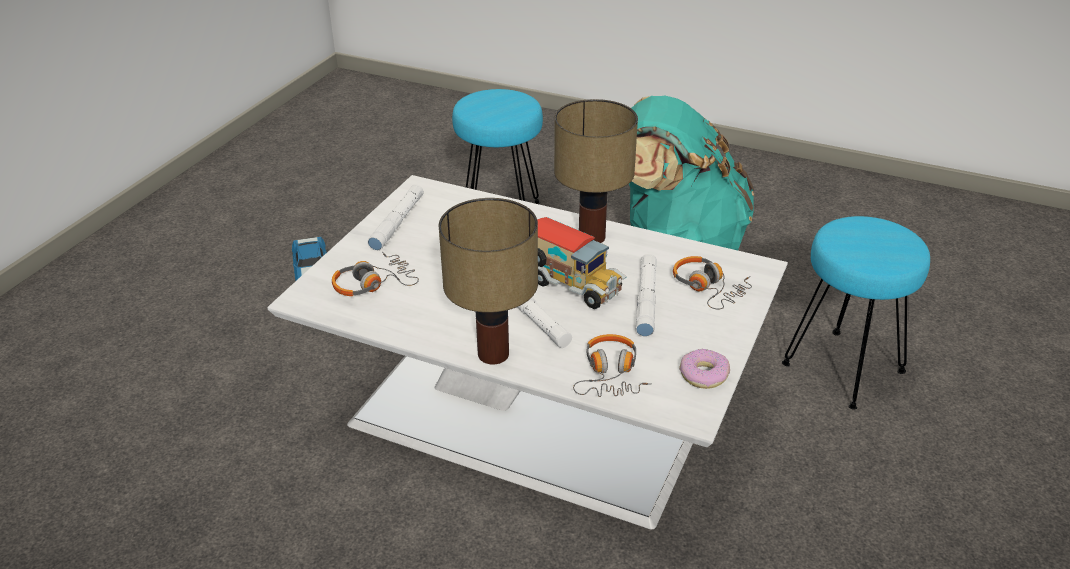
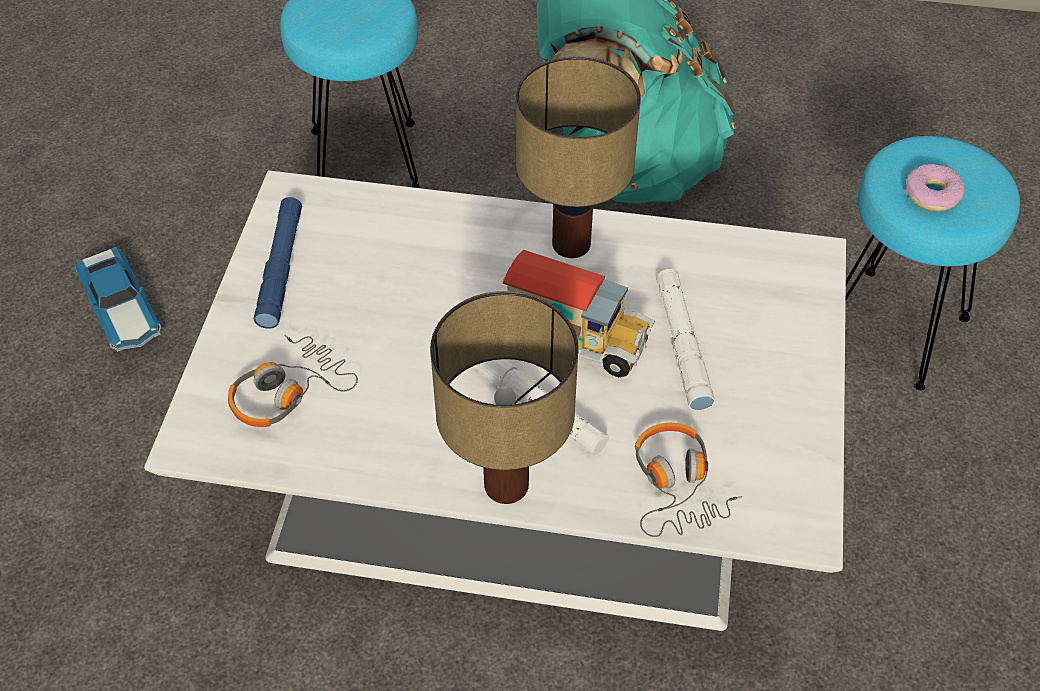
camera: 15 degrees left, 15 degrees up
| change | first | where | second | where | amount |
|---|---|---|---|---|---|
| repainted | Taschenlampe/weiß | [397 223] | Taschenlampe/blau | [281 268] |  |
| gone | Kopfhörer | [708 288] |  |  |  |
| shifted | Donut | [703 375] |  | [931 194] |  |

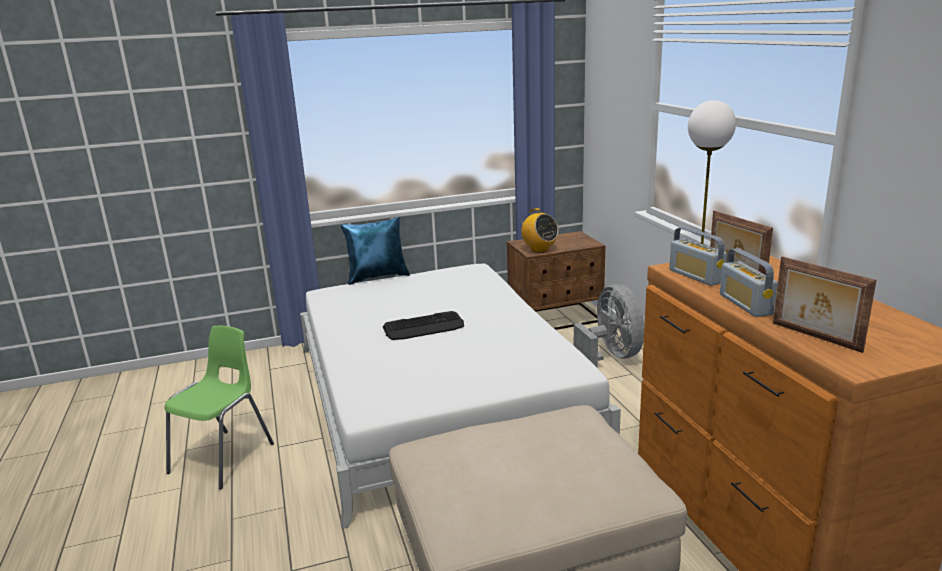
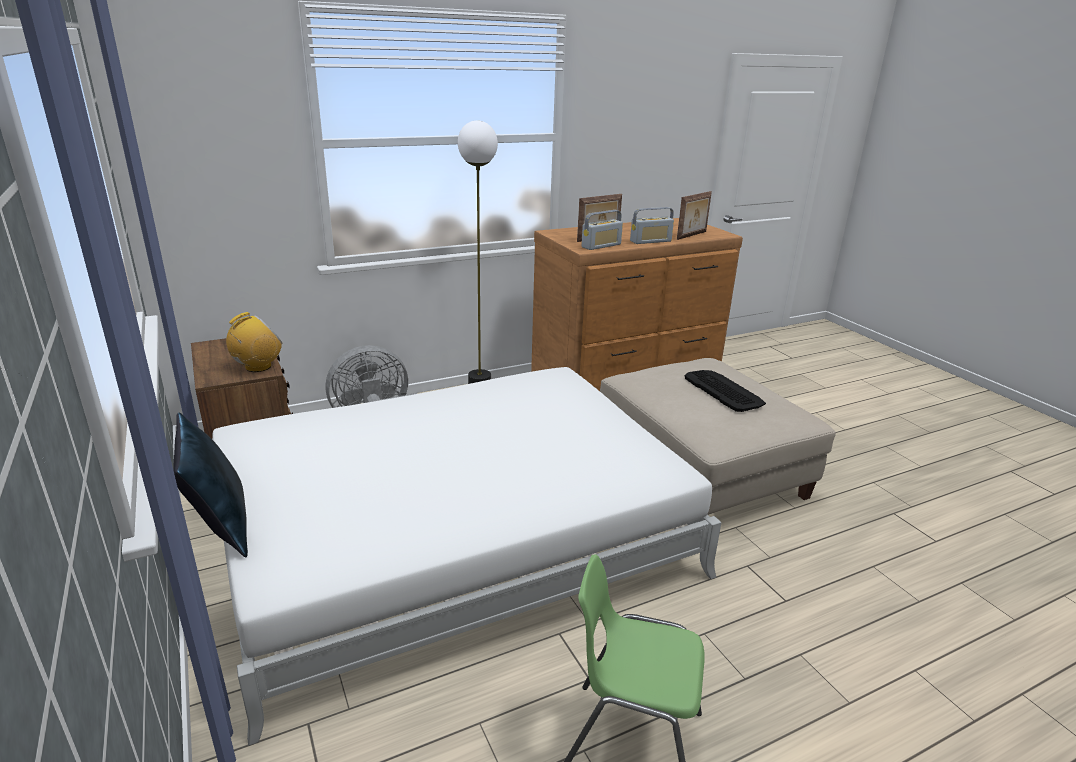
camera: 100 degrees left, 5 degrees up
| change | first | where | second | where | amount |
|---|---|---|---|---|---|
| shifted | Tastatur | [424 327] |  | [723 390] |  |

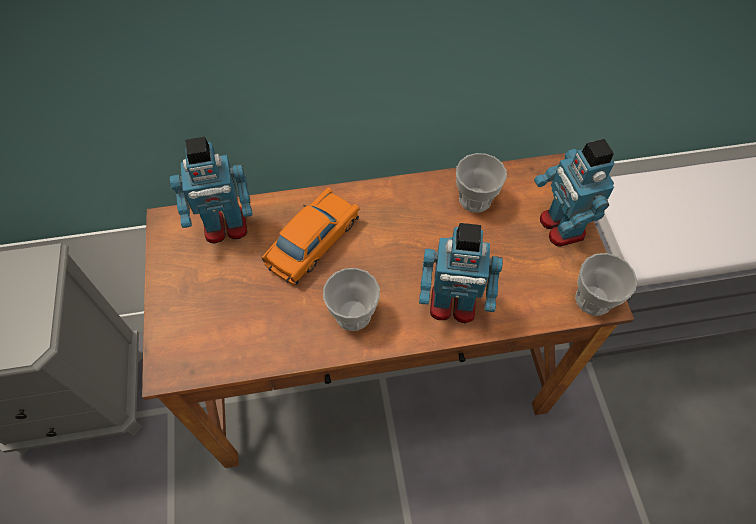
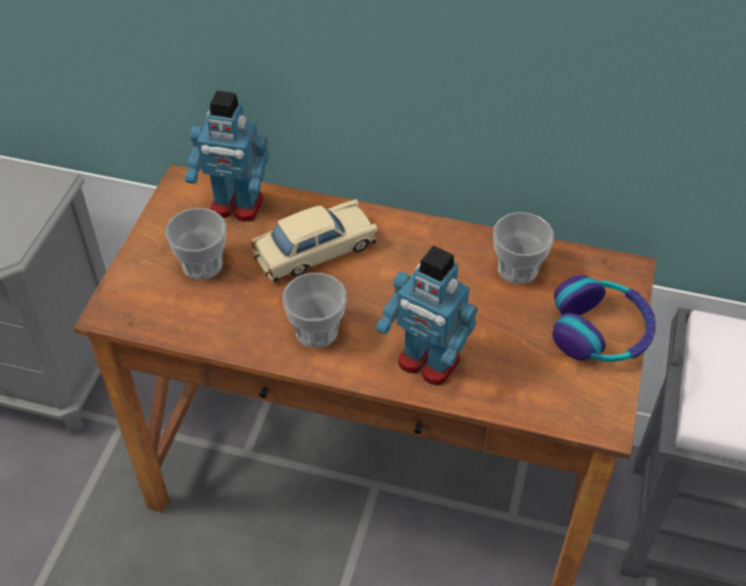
camera: 25 degrees right, 10 degrees down
| change | first | where | second | where | amount |
|---|---|---|---|---|---|
| repainted | Spielzeugauto/orange | [312 242] | Spielzeugauto/beige | [315 250] |  |
| swapped | Spielzeugroboter | [560 227] | Kopfhörer | [600 331] |  |
| shifted | Tasse | [593 299] |  | [202 265] |  |

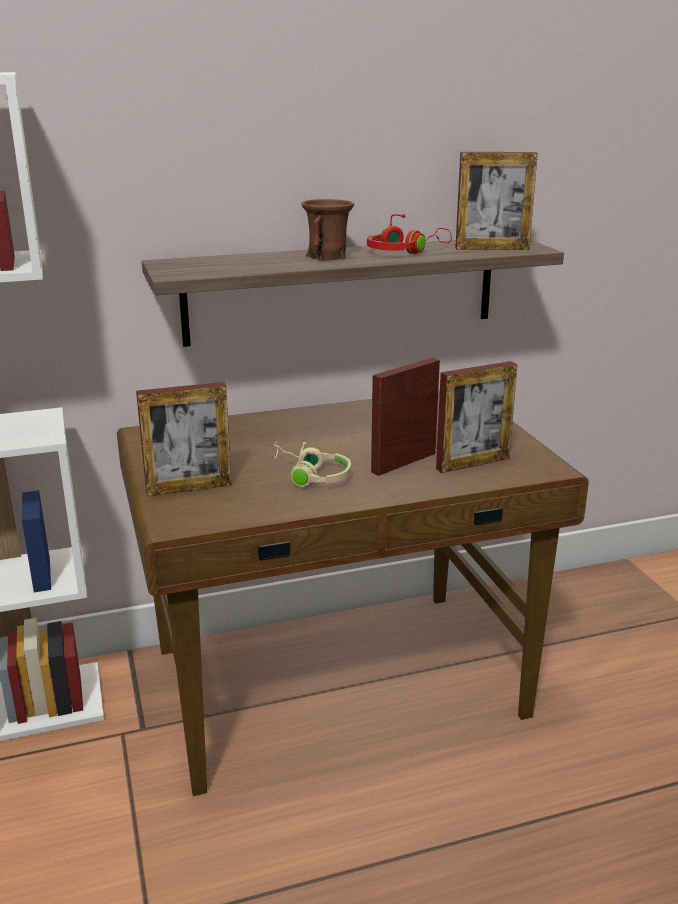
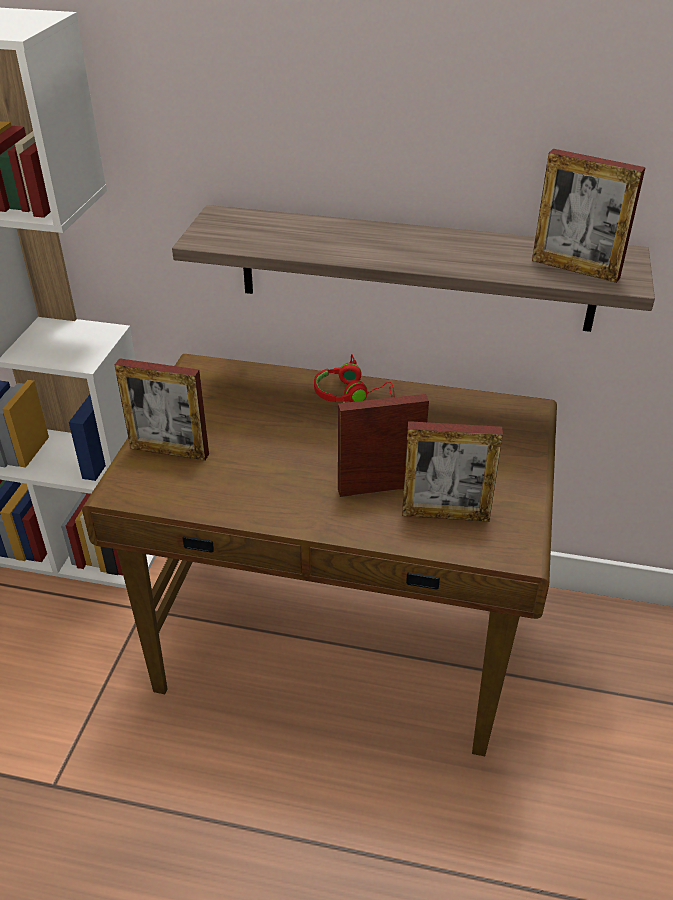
camera: 30 degrees right, 15 degrees up
| change | first | where | second | where | amount |
|---|---|---|---|---|---|
| gone | Kopfhörer/beige | [310 476] |  |  |  |
| gone | Henkelbecher/braun | [328 257] |  |  |  |
| shifted | Kopfhörer/rot | [404 252] |  | [351 394] |  |

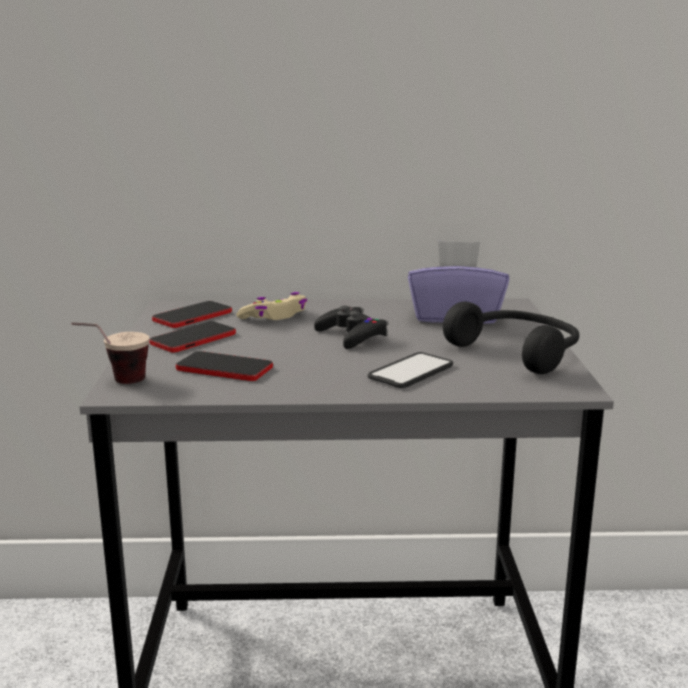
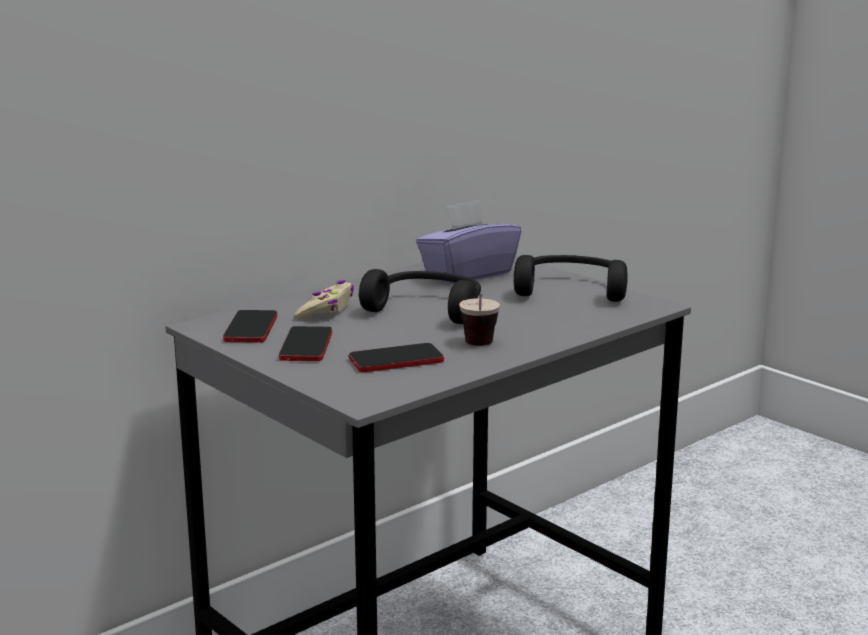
camera: 40 degrees left, 0 degrees up
| change | first | where | second | where | amount |
|---|---|---|---|---|---|
| shifted | Tasse | [114 384] |  | [479 348] |  |
| swapped | Gamepad/schwarz | [351 335] | Kopfhörer/schwarz | [427 309] |  |
| gone | Handy | [411 372] |  |  |  |

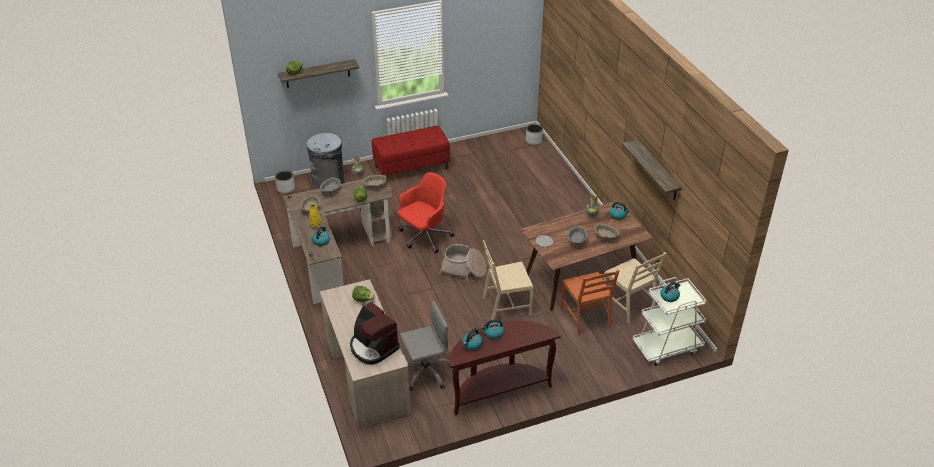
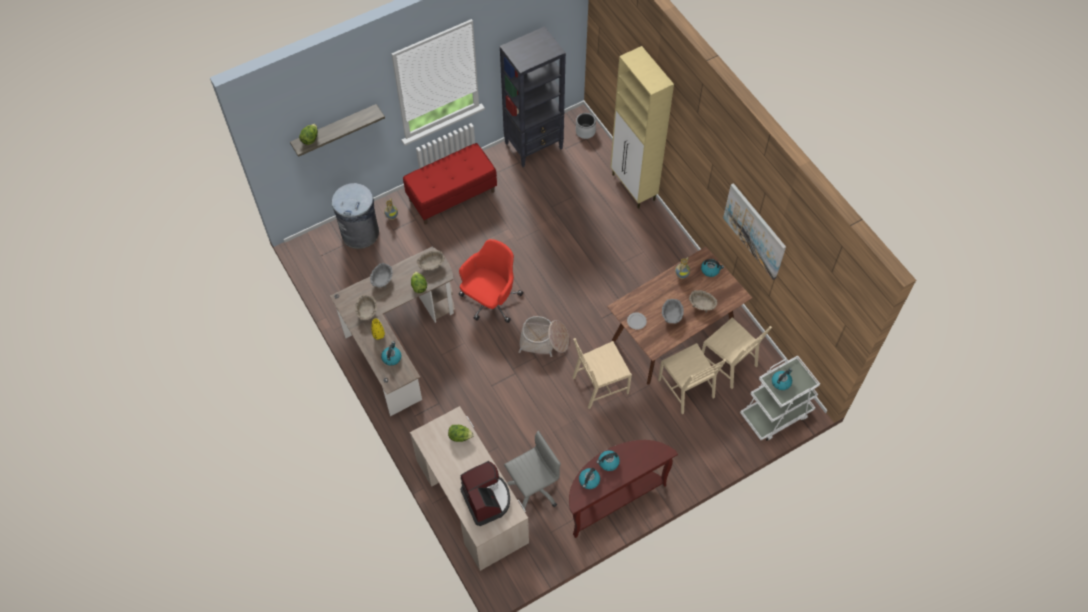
camera: 10 degrees left, 20 degrees up
| change | first | where | second | where | amount |
|---|---|---|---|---|---|
| gone | Pflanzkübel/grau | [286 188] |  |  |  |
| rotated | Kaffeemaschine | [373 347] |  | [486 499] | 150 degrees counterclockwise |
| repainted | Stuhl/orange | [586 318] | Stuhl/beige | [687 388] |  |
| swapped | Wandregal | [657 171] | Bild | [754 231] |  |
| new |  |  | Bücherregal/schwarz | [534 145] |  |
| new |  |  | Schrank/beige | [633 188] |  |

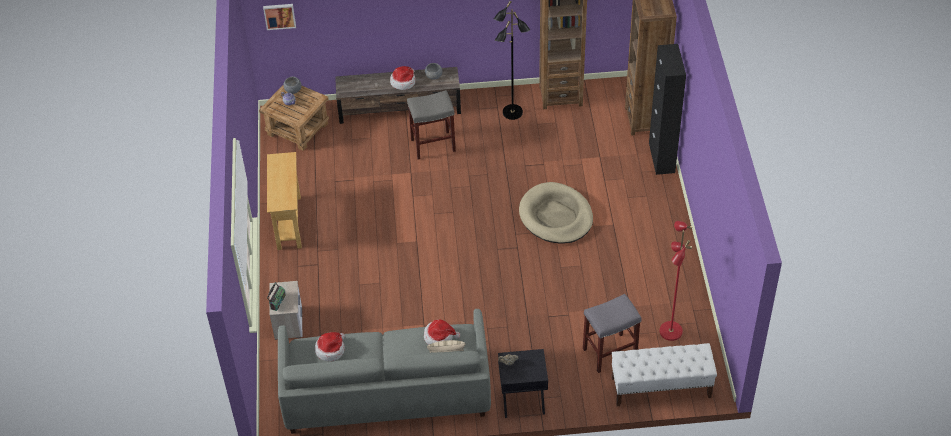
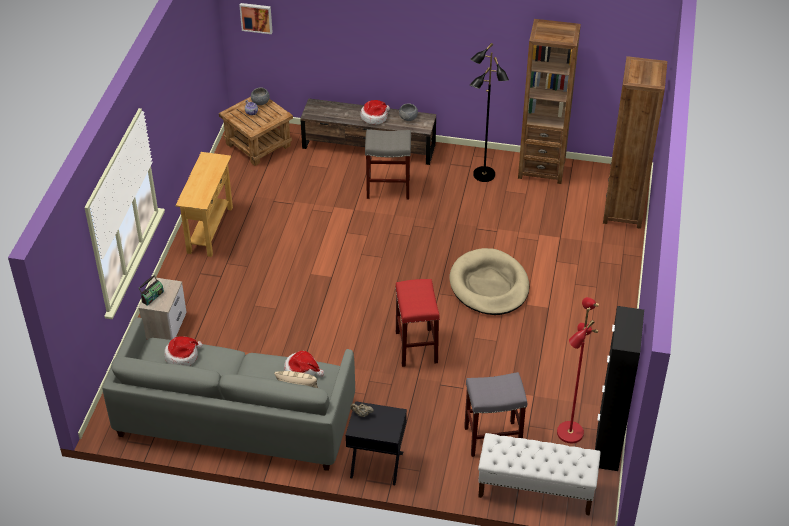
camera: 15 degrees right, 5 degrees down
| change | first | where | second | where | amount |
|---|---|---|---|---|---|
| shifted | Schrank/schwarz | [661 158] |  | [607 447] |  |
| new |  |  | Hocker/rot | [417 348] |  |

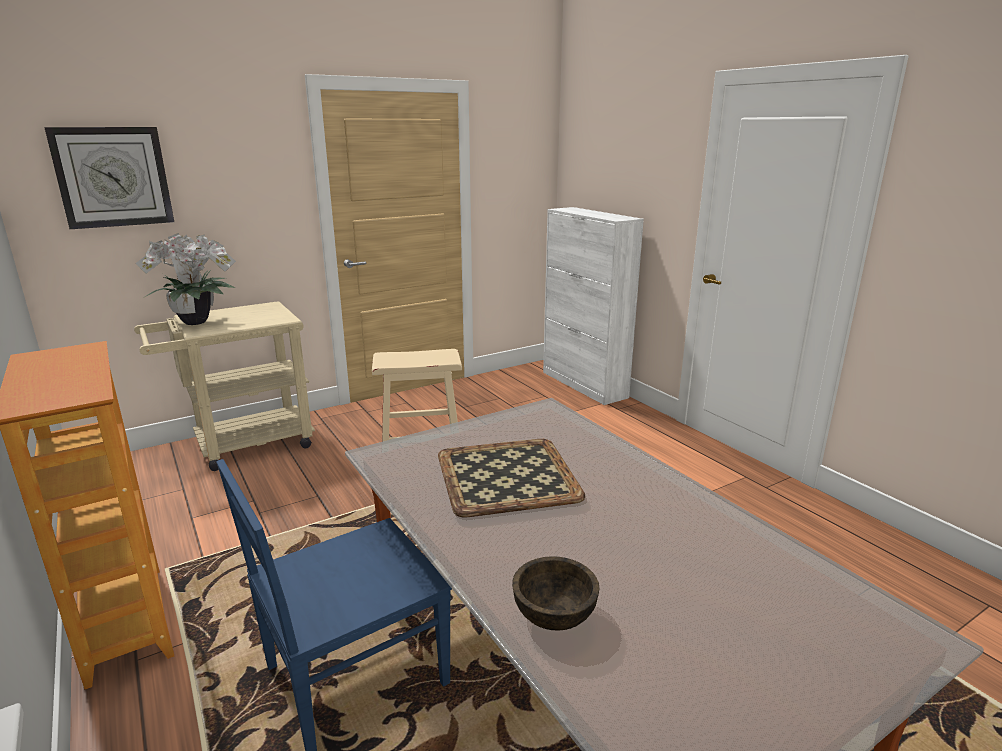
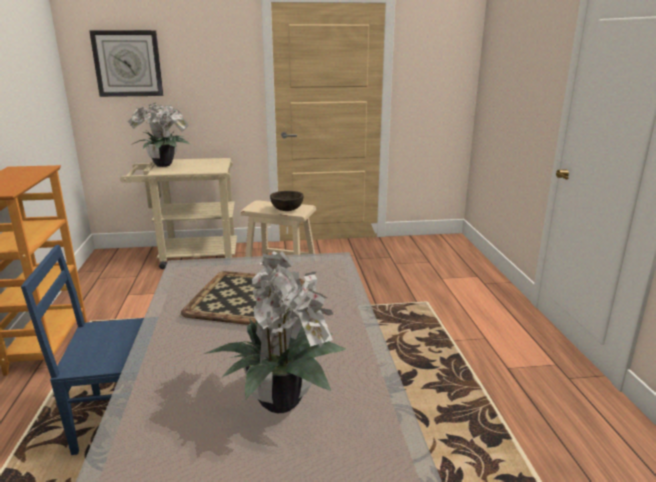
camera: 25 degrees right, 0 degrees up
| change | first | where | second | where | amount |
|---|---|---|---|---|---|
| shifted | Schüssel/braun | [554 615] |  | [287 209] |  |
| gone | Schrank/weiß | [584 385] |  |  |  |
| new |  |  | Topfpflanze | [280 399] |  |

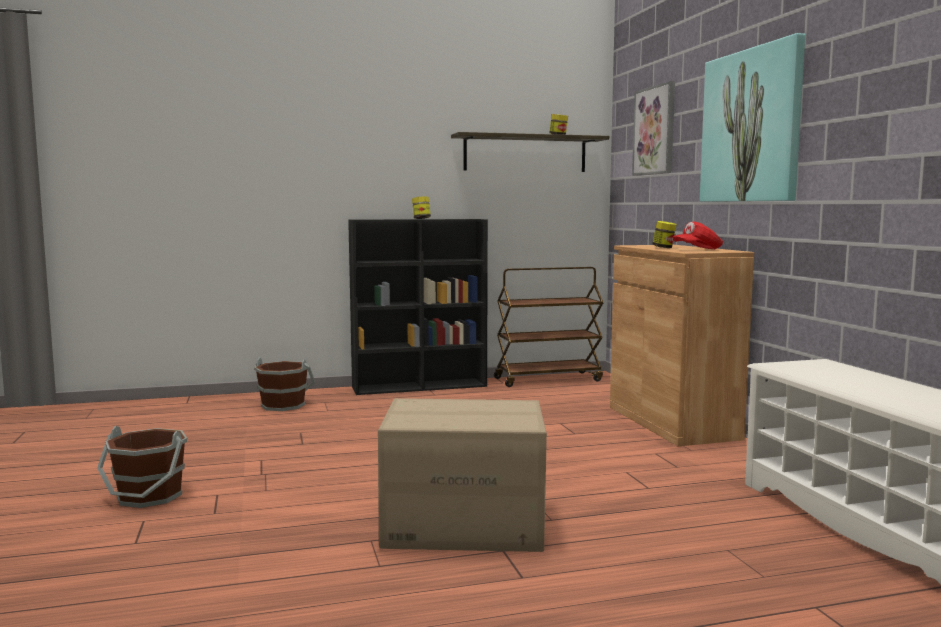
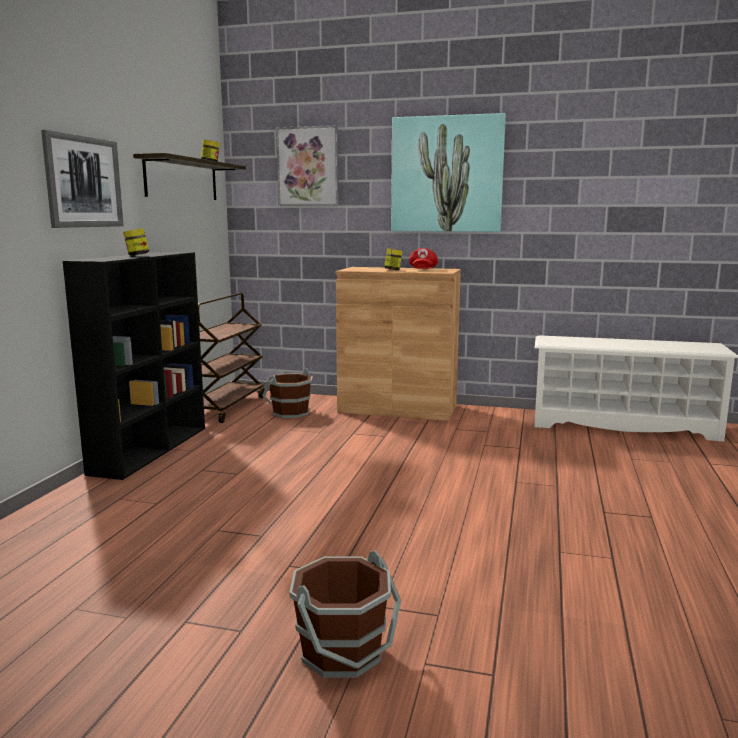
camera: 60 degrees left, 5 degrees up
| change | first | where | second | where | amount |
|---|---|---|---|---|---|
| shifted | Eimer/braun | [283 405] |  | [290 412] |  |
| gone | Karton | [464 525] |  |  |  |
| new |  |  | Bild | [83 182] |  |

